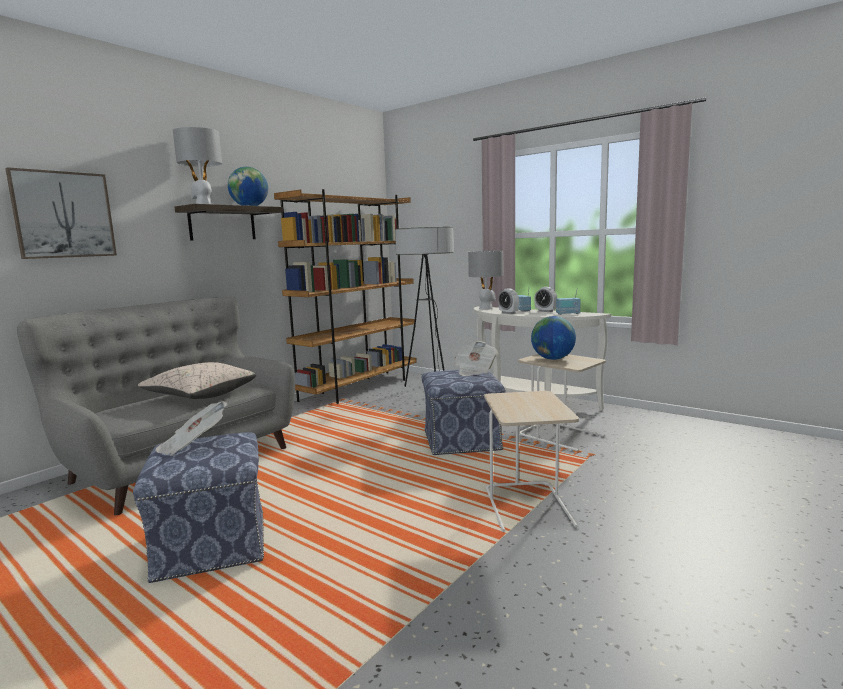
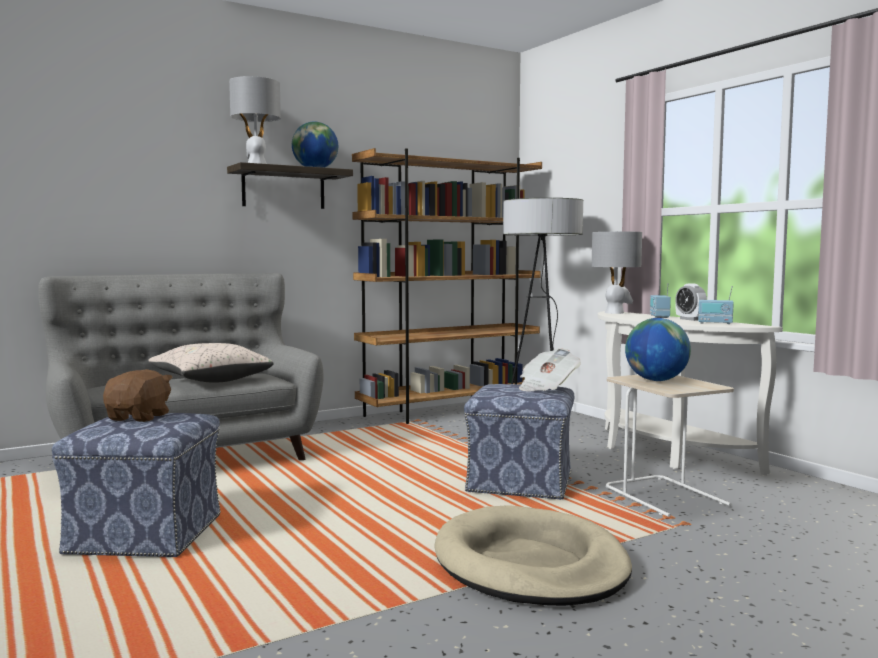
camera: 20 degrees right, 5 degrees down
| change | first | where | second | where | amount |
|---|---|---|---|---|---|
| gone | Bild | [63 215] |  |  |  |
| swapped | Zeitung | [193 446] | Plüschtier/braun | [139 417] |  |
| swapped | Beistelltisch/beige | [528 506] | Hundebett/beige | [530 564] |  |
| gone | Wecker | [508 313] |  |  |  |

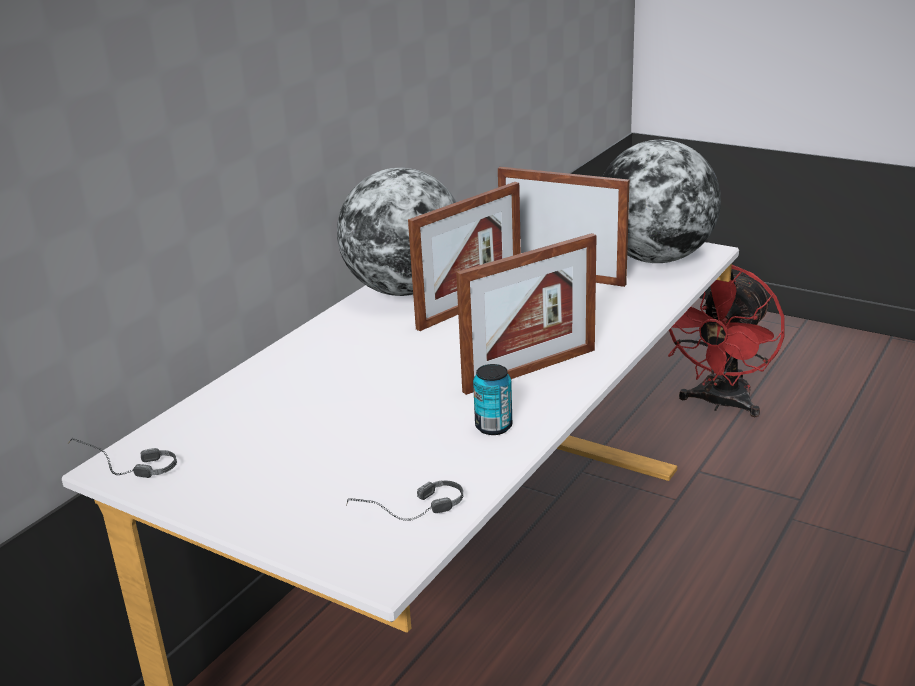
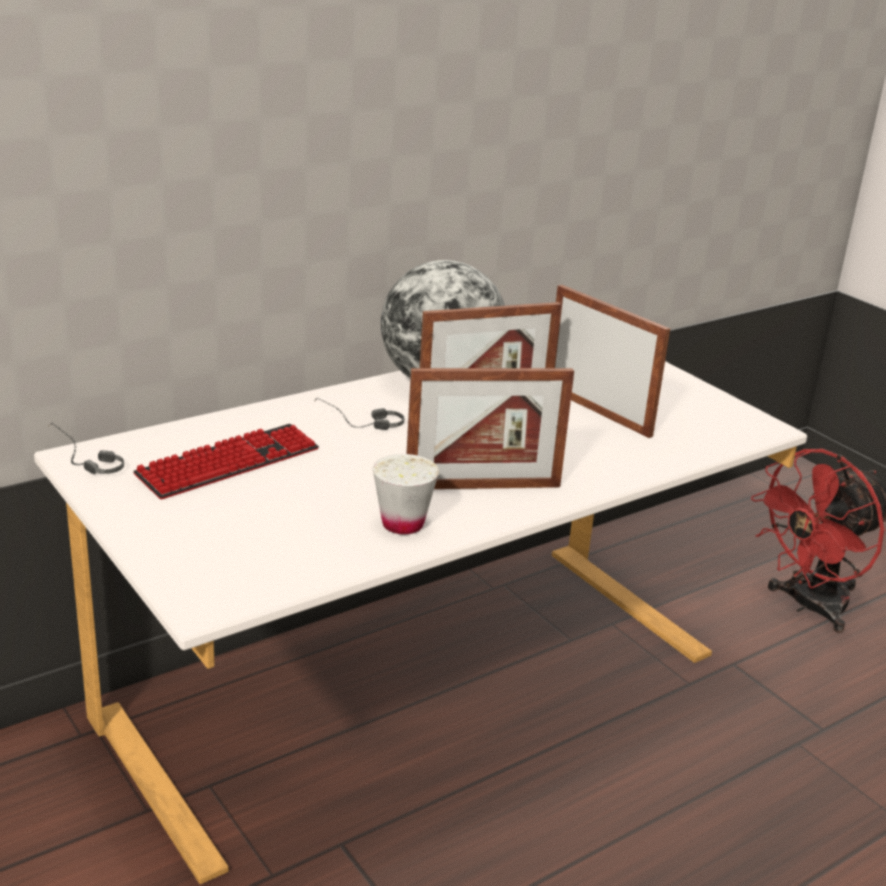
camera: 20 degrees right, 0 degrees up
| change | first | where | second | where | amount |
|---|---|---|---|---|---|
| shifted | Kopfhörer | [409 514] |  | [359 424] |  |
| swapped | Dose | [493 427] | Tasse/weiß | [402 524] |  |
| gone | Globus | [655 258] |  |  |  |
| new |  |  | Tastatur | [229 463] |  |

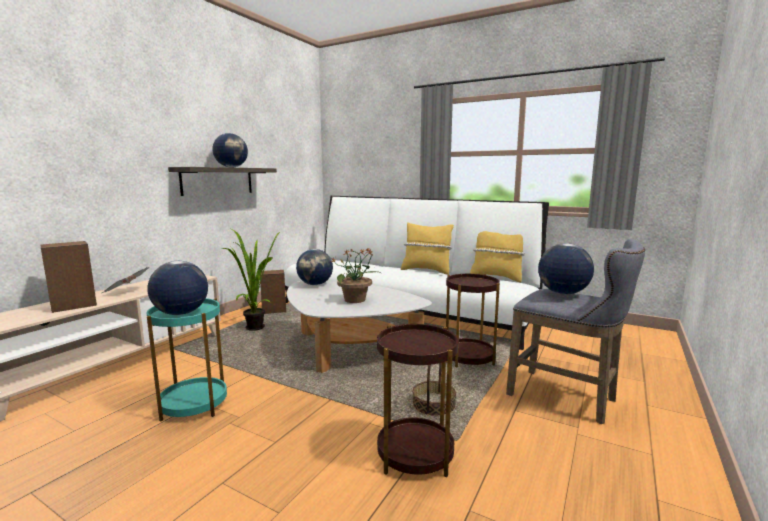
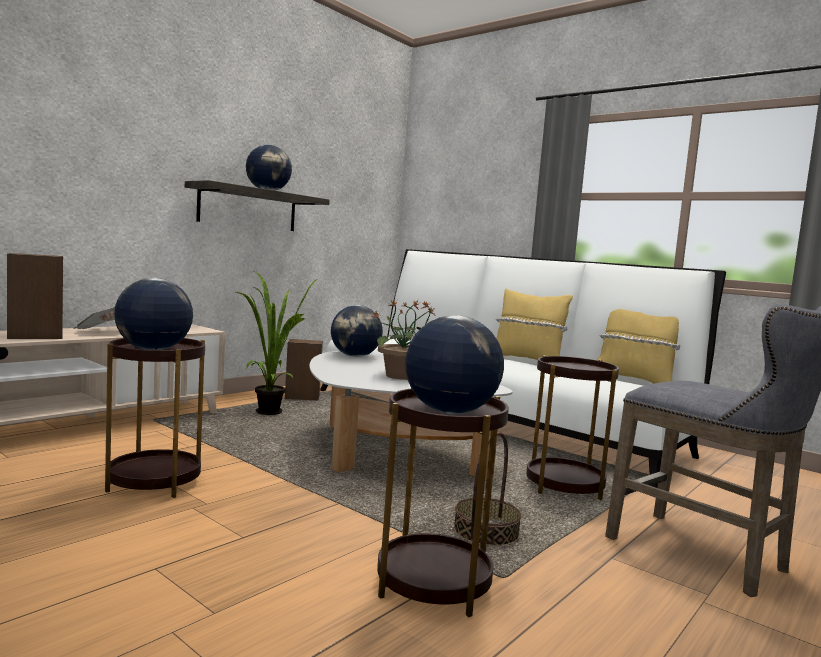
camera: 10 degrees right, 5 degrees down
| change | first | where | second | where | amount |
|---|---|---|---|---|---|
| repainted | Beistelltisch/türkis | [194 405] | Beistelltisch/braun | [154 482] |  |
| shifted | Globus | [562 293] |  | [449 412] |  |

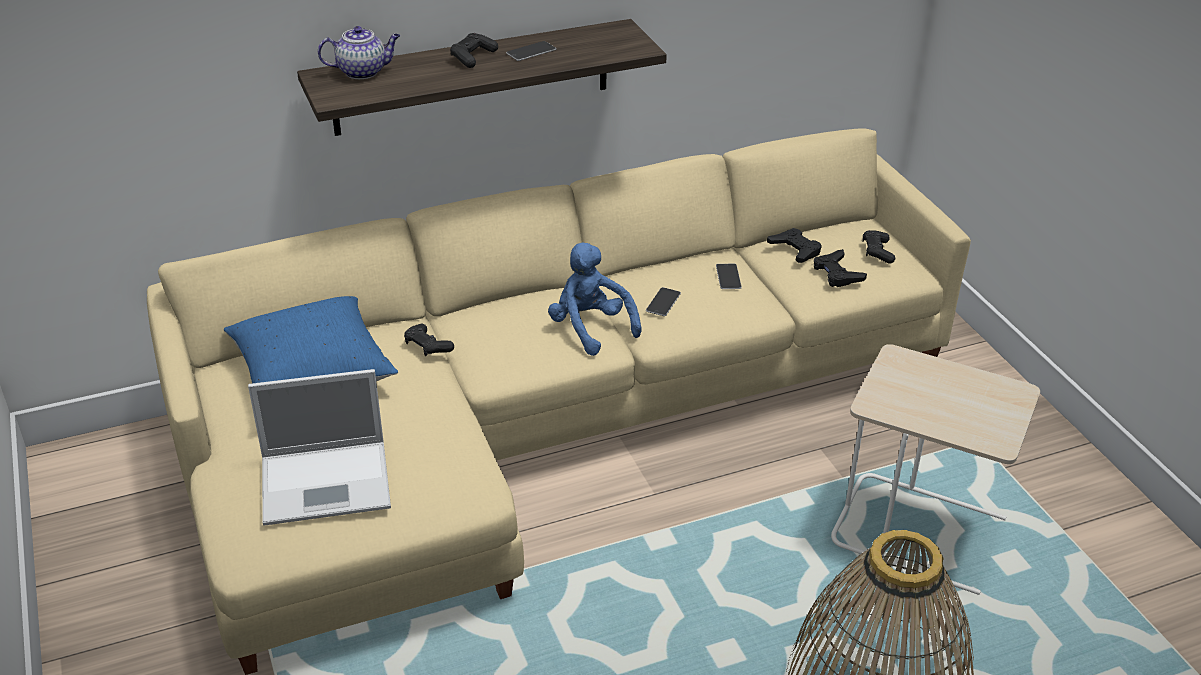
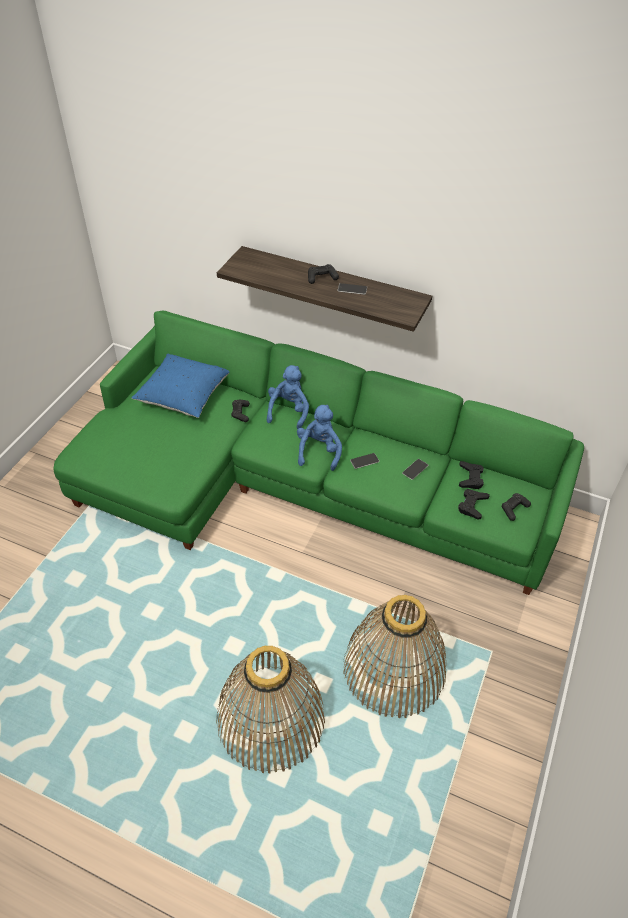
camera: 45 degrees right, 10 degrees up
| change | first | where | second | where | amount |
|---|---|---|---|---|---|
| repainted | Sofa/beige | [541 425] | Sofa/grün | [298 484] |  |
| gone | Laptop | [328 482] |  |  |  |
| gone | Teekanne | [363 71] |  |  |  |
| swapped | Beistelltisch/beige | [920 531] | Korb | [394 669] |  |
| new |  |  | Plüschtier/blau | [288 411] |  |

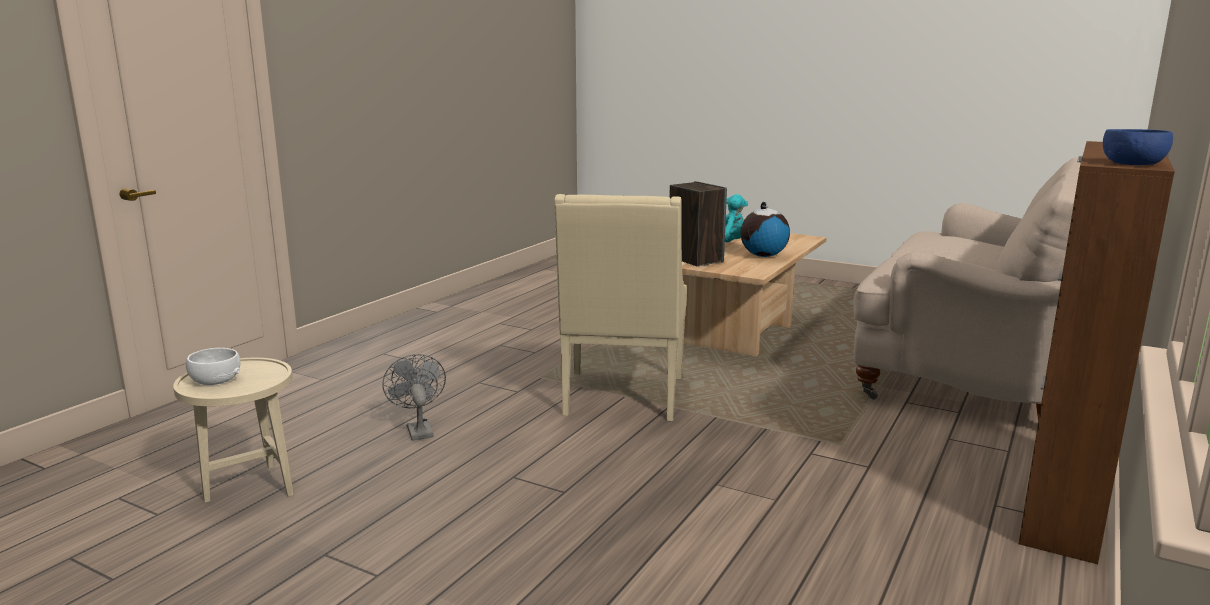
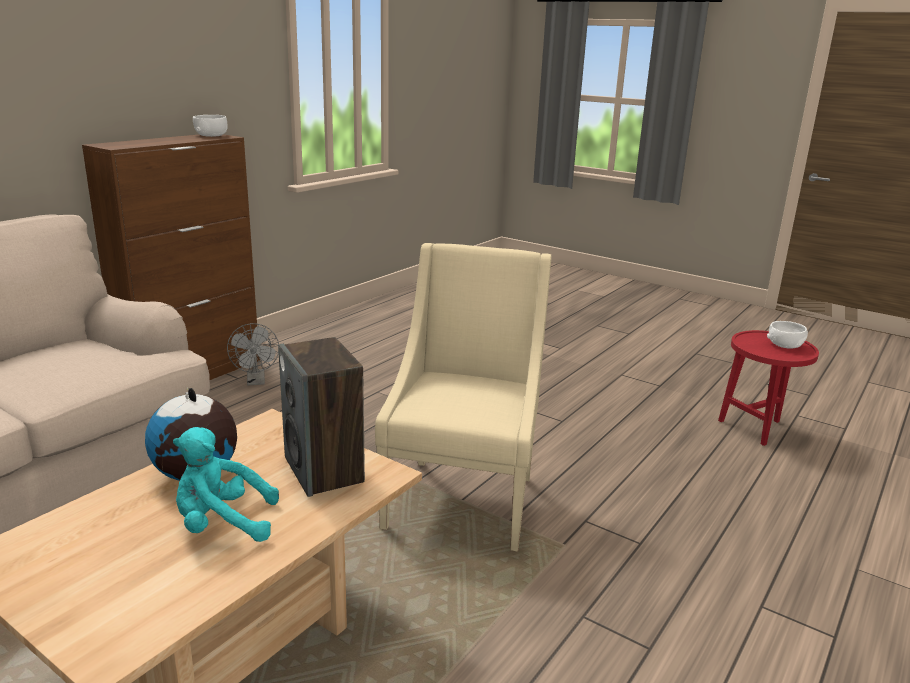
camera: 175 degrees left, 5 degrees up
| change | first | where | second | where | amount |
|---|---|---|---|---|---|
| repainted | Beistelltisch/beige | [249 489] | Beistelltisch/rot | [757 427] |  |
| shifted | Ventilator/grau | [418 430] |  | [256 381] |  |
| repainted | Schüssel/blau | [1133 164] | Schüssel/weiß | [211 135] |  |

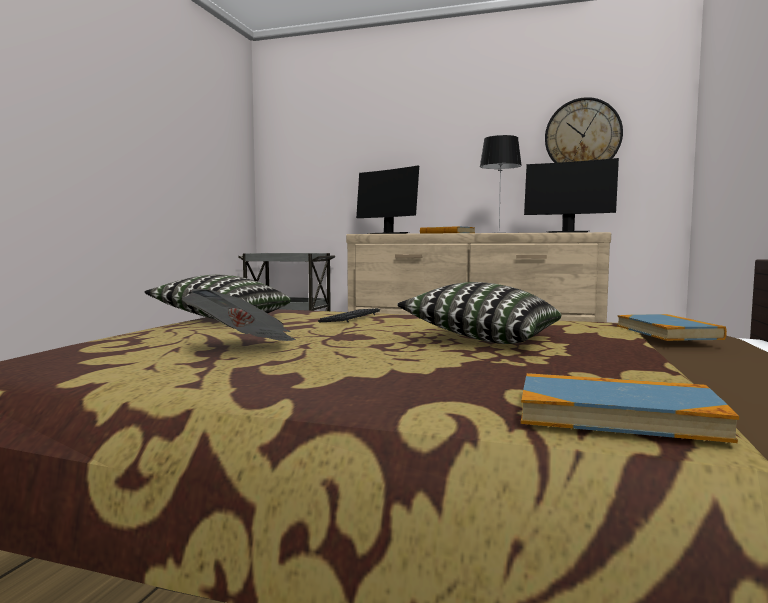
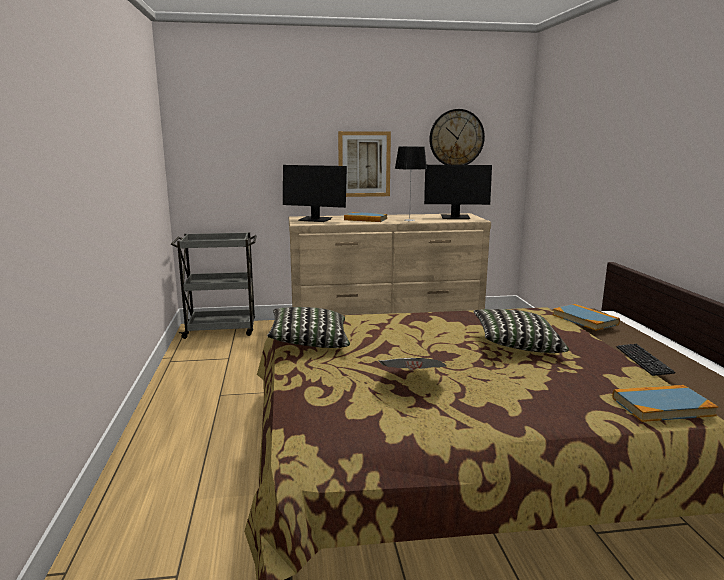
camera: 25 degrees left, 10 degrees up
| change | first | where | second | where | amount |
|---|---|---|---|---|---|
| shifted | Tastatur | [351 317] |  | [643 360] |  |
| new |  |  | Bild | [364 164] |  |

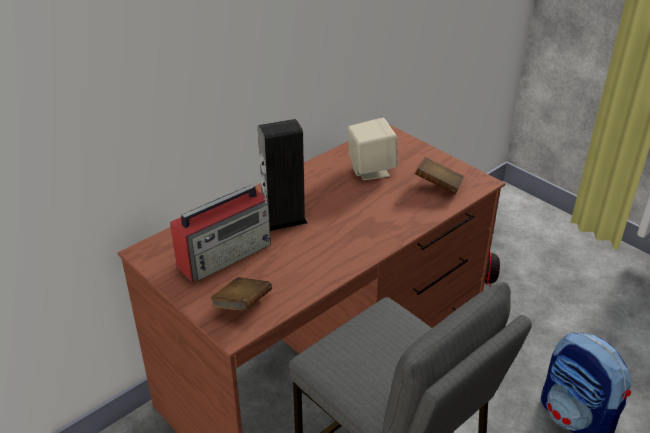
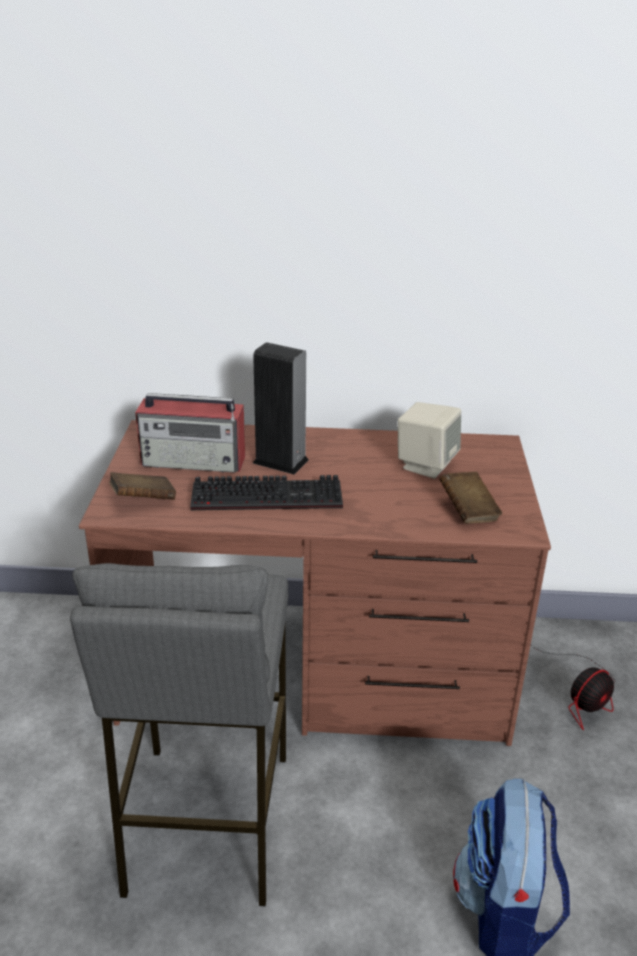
camera: 45 degrees right, 5 degrees down
| change | first | where | second | where | amount |
|---|---|---|---|---|---|
| new |  |  | Tastatur | [269 495] |  |

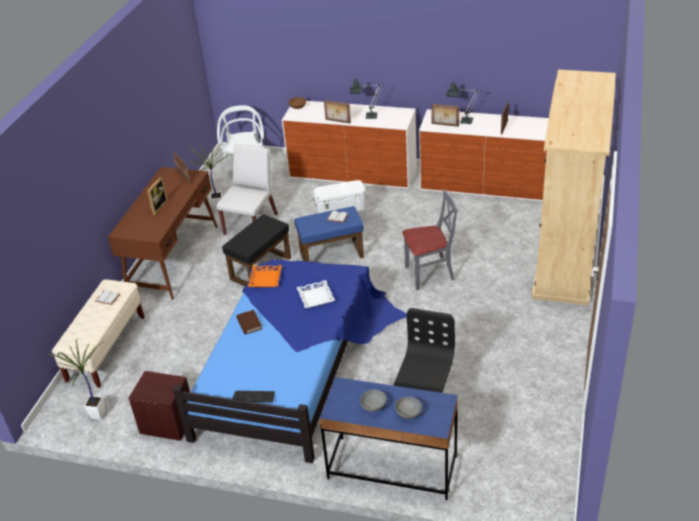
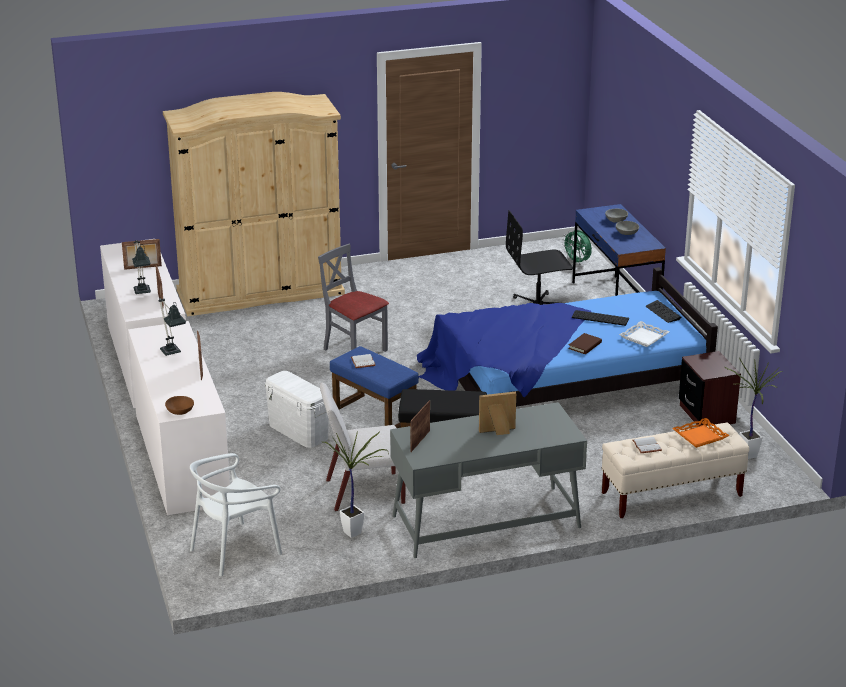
camera: 125 degrees left, 10 degrees down
| change | first | where | second | where | amount |
|---|---|---|---|---|---|
| repainted | Schreibtisch/braun | [173 258] | Schreibtisch/grau | [485 521] |  |
| shifted | Tablett/orange | [265 279] |  | [700 436] |  |
| shifted | Tablett/weiß | [315 297] |  | [644 337] |  |
| new |  |  | Ventilator/grün | [577 262] |  |
| new |  |  | Tastatur | [599 318] |  |

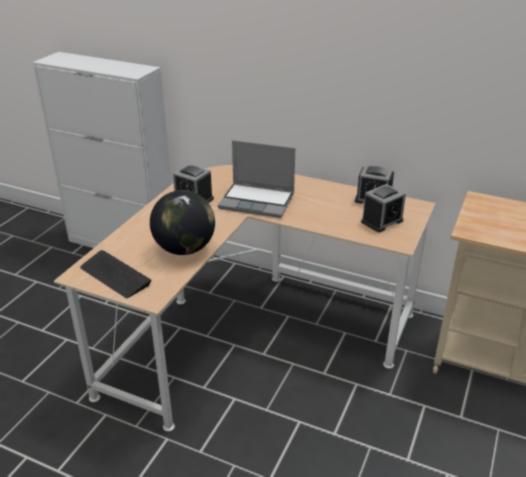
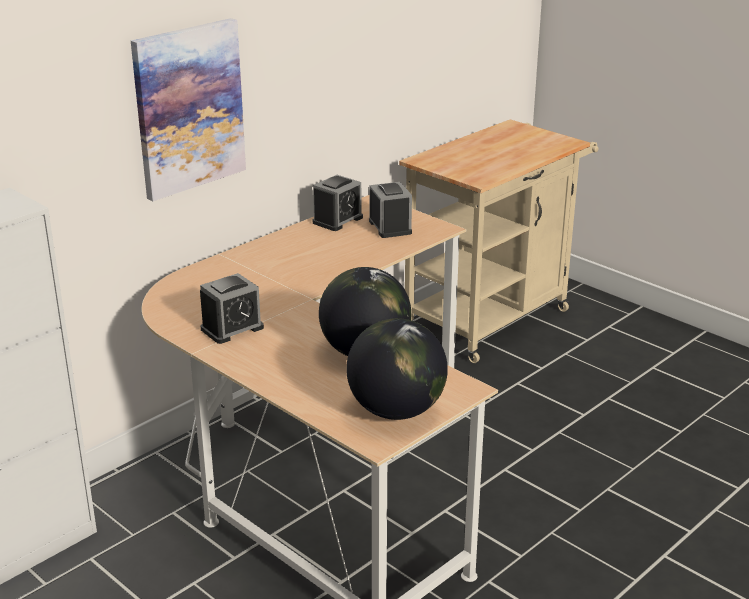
camera: 70 degrees left, 5 degrees down
| change | first | where | second | where | amount |
|---|---|---|---|---|---|
| swapped | Tastatur | [115 275] | Globus | [396 411] |  |
| gone | Laptop | [258 201] |  |  |  |
| new |  |  | Bild | [189 108] |  |

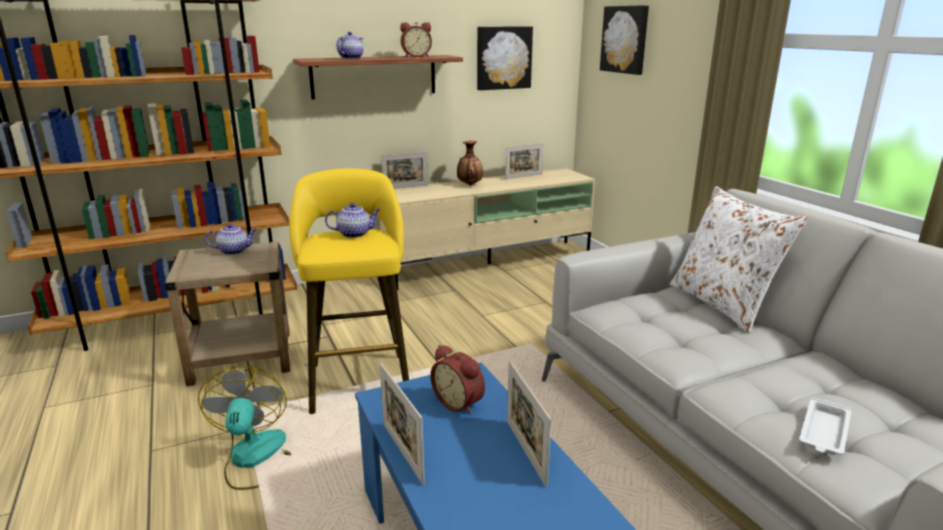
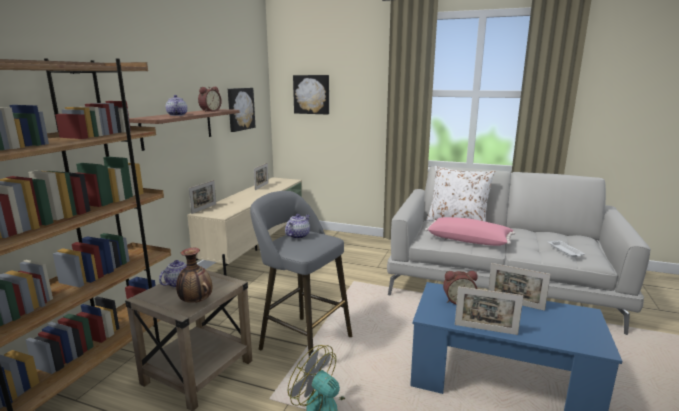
camera: 45 degrees left, 5 degrees down
| change | first | where | second | where | amount |
|---|---|---|---|---|---|
| repainted | Hocker/gelb | [359 378] | Hocker/grau | [302 341] |  |
| shifted | Vase | [469 185] |  | [195 302] |  |
| new |  |  | Kissen/rosa | [468 240] |  |

